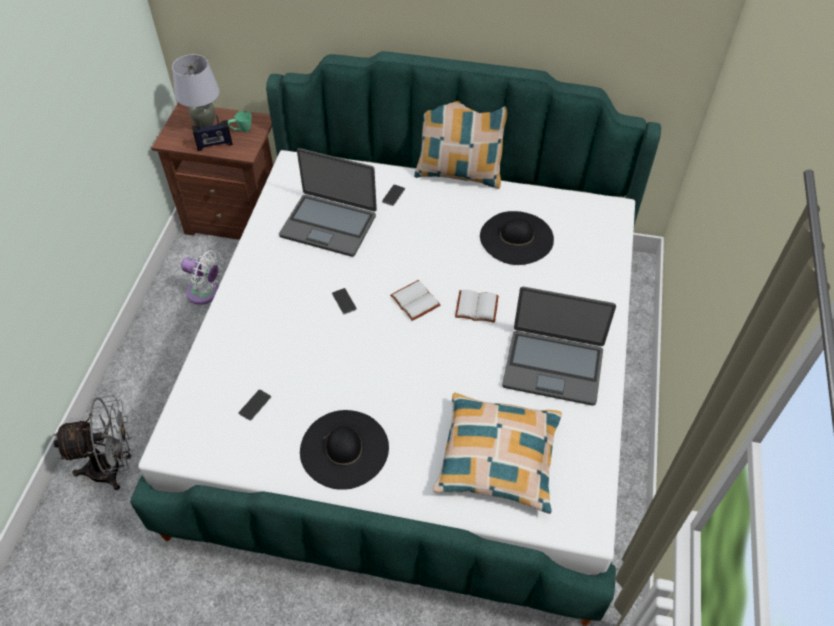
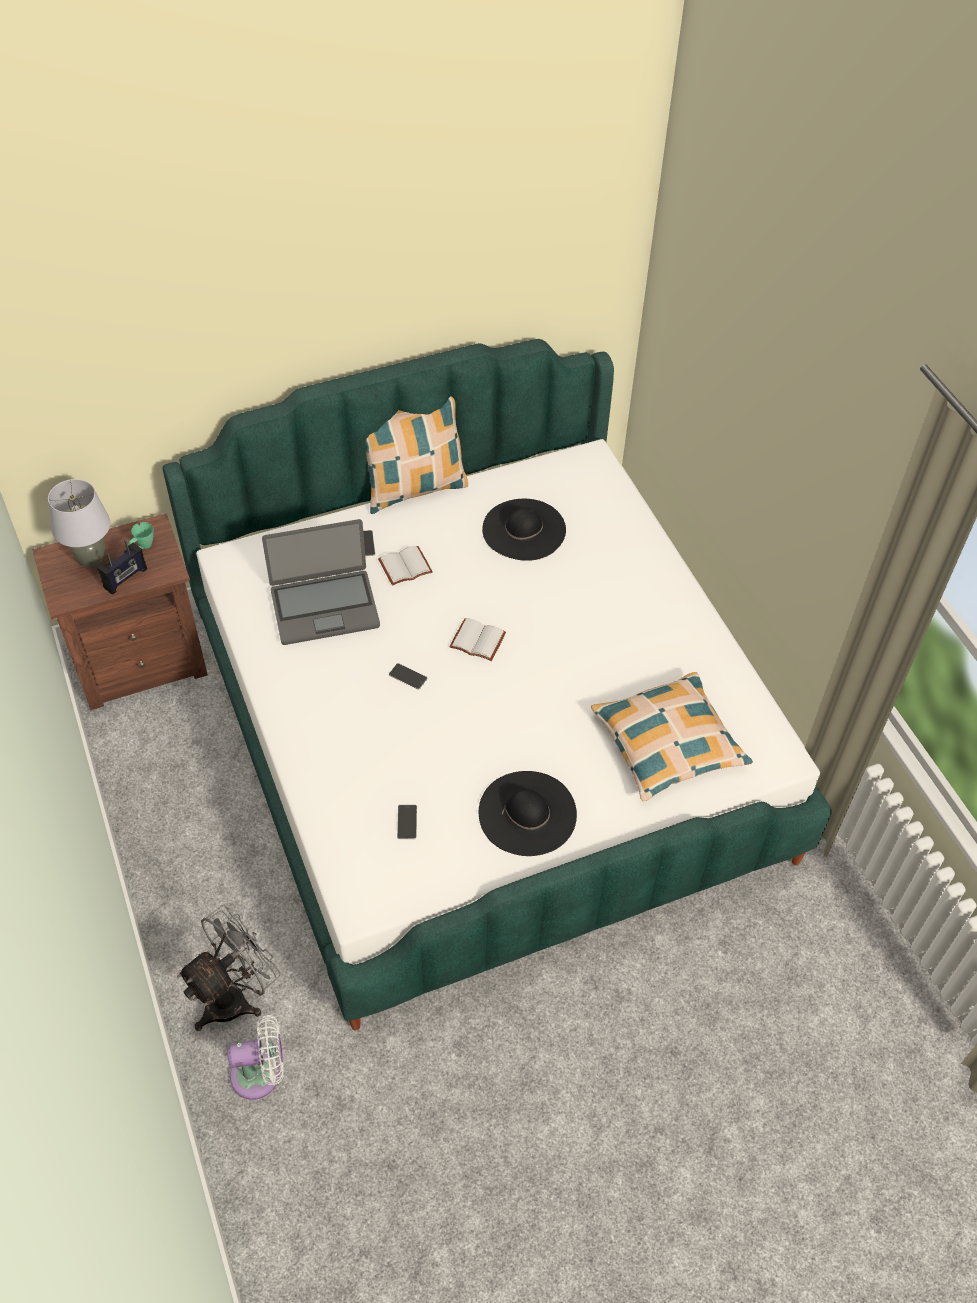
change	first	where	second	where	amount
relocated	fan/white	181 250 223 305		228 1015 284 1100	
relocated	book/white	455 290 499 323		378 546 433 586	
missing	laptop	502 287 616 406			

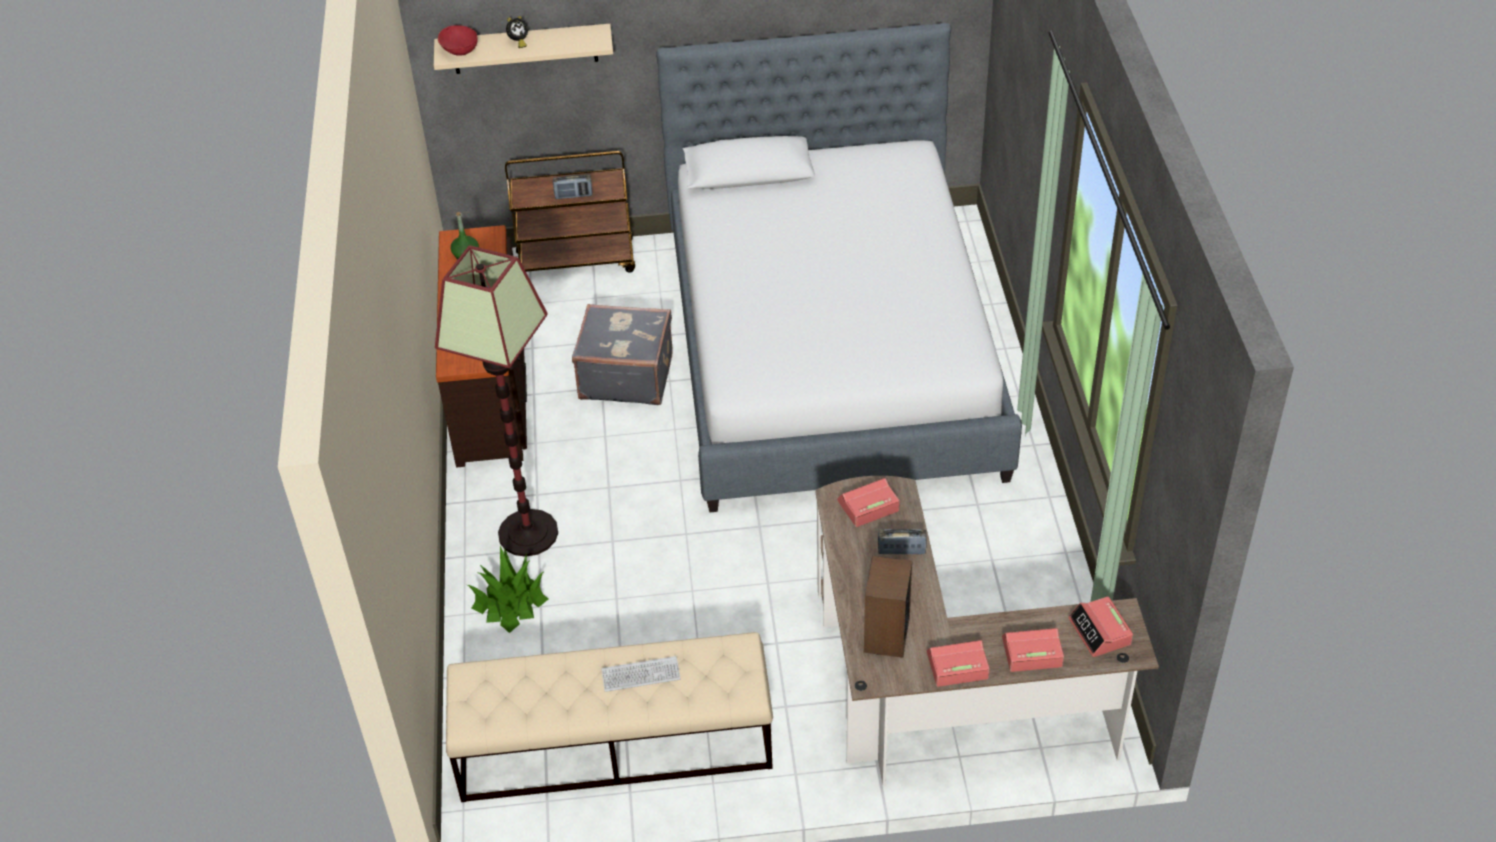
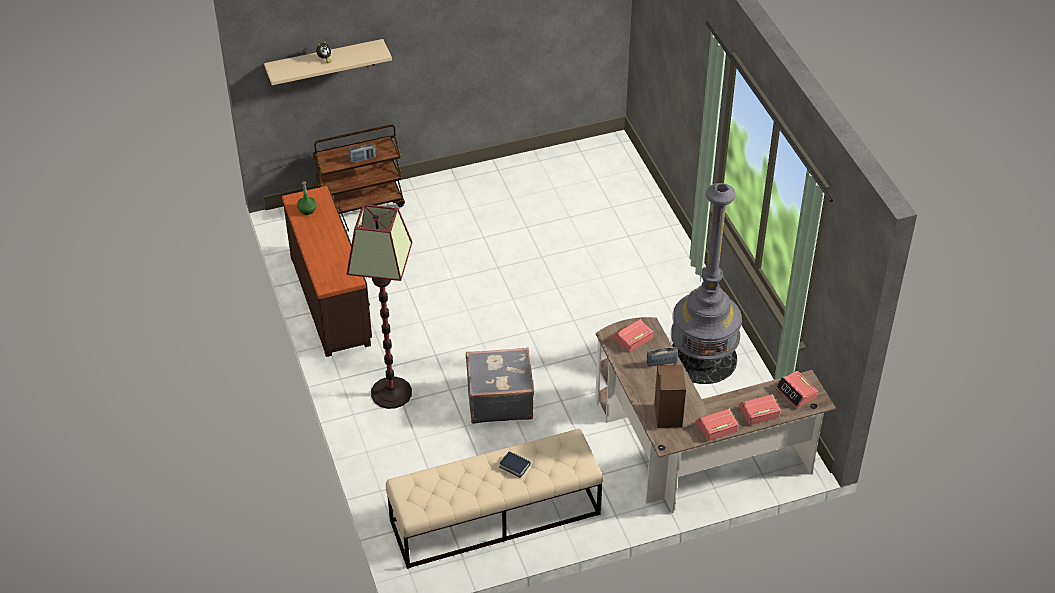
change	first	where	second	where	amount
missing	bowl/red	438 25 478 56			
missing	potted plant	468 546 548 633			
relocated	suitcase/grey	572 304 673 405		466 347 534 424	
exchanged	keyboard	601 656 680 692	book	499 451 530 478	
missing	bed	656 22 1022 512			
appeared			floor lamp/grey	671 183 742 384	

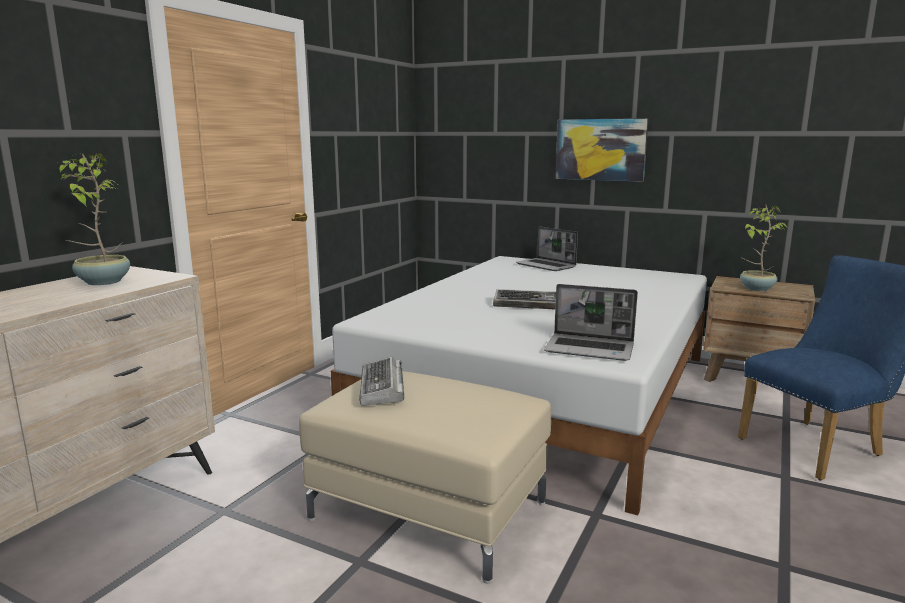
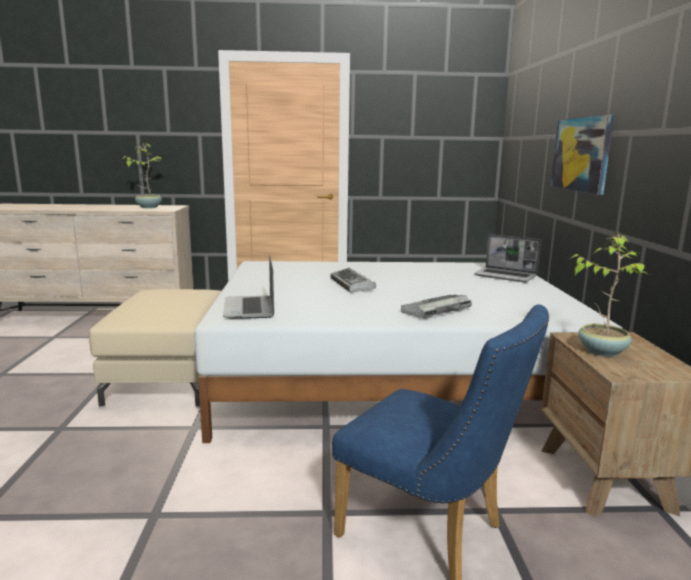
change	first	where	second	where	amount
relocated	keyboard	359 357 404 406		401 295 472 319	
spun	laptop	516 226 578 271		474 234 541 282	75 degrees counterclockwise

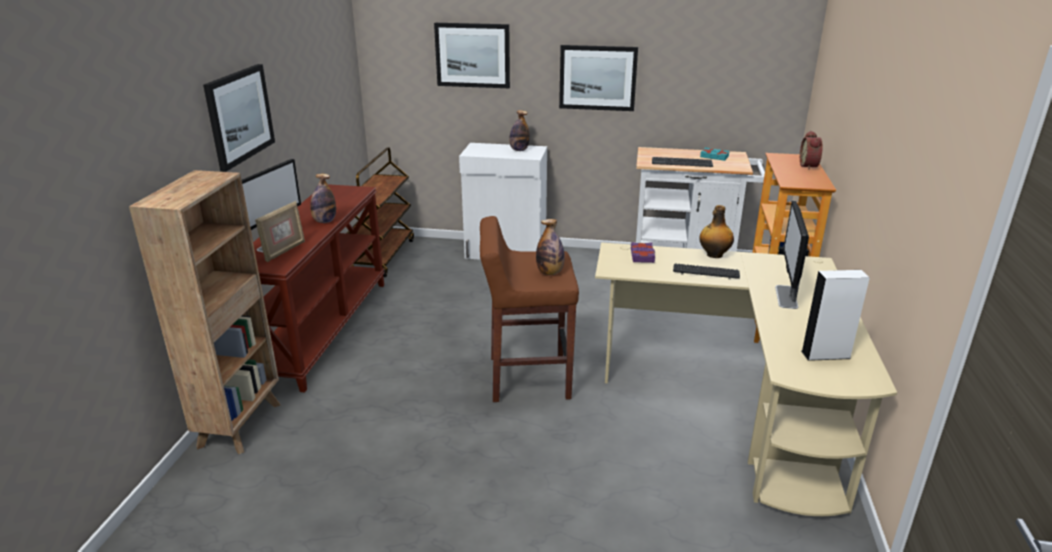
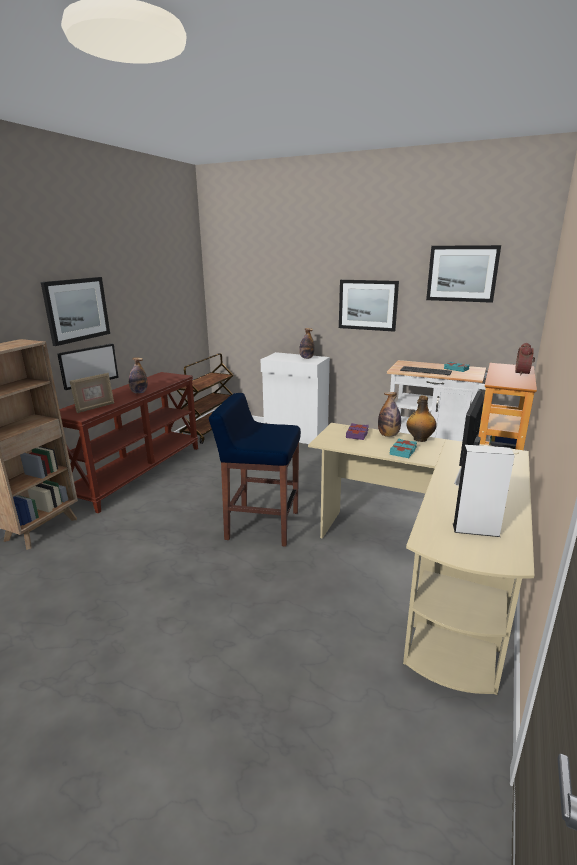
change	first	where	second	where	amount
relocated	picture	434 23 510 88		426 245 501 303	
colour	stool/brown	480 216 579 402	stool/blue	209 393 301 547	
relocated	bottle	536 219 565 275		378 392 401 437	
exchanged	keyboard	673 263 740 279	book/turquoise	390 438 417 458	

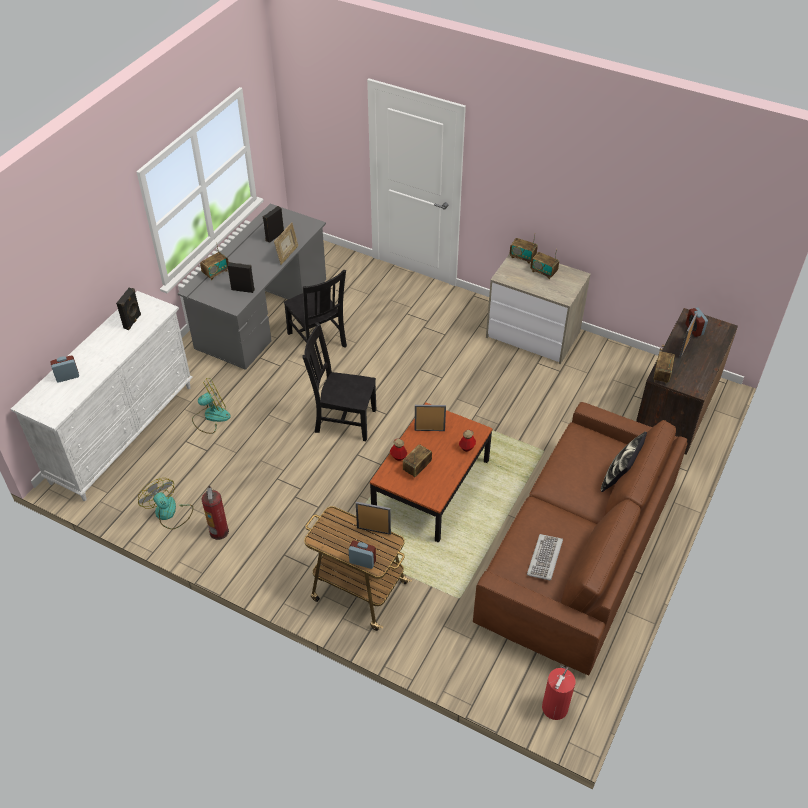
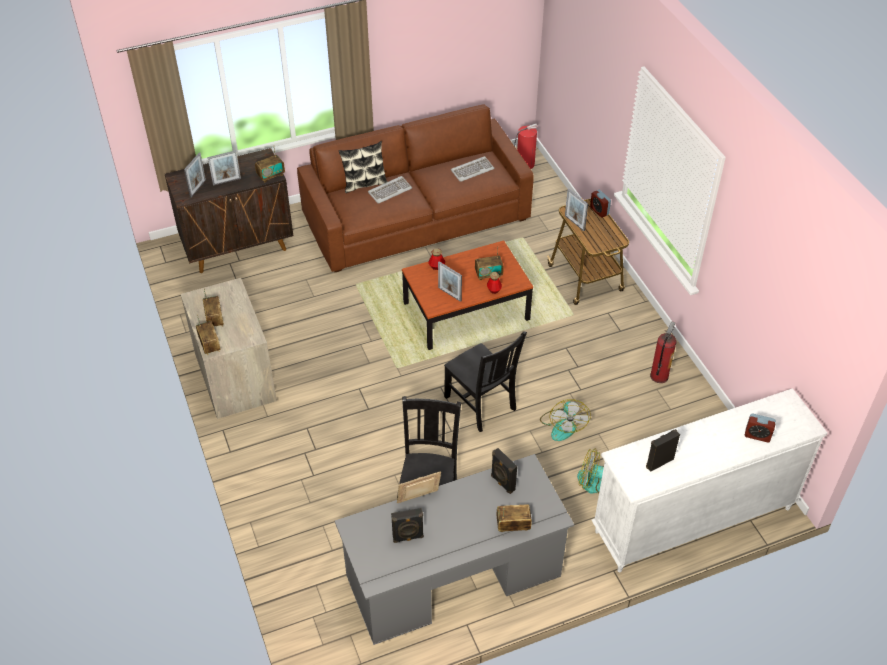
change	first	where	second	where	amount
relocated	fan	138 478 193 529		540 399 591 441	
exchanged	alarm clock	686 307 708 337	picture frame	184 152 206 197	
appeared			keyboard	368 176 412 204	

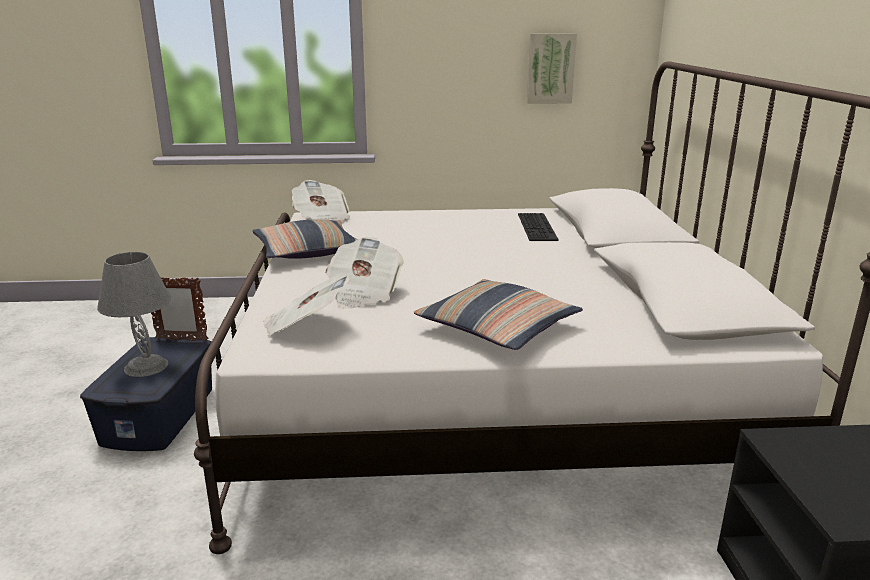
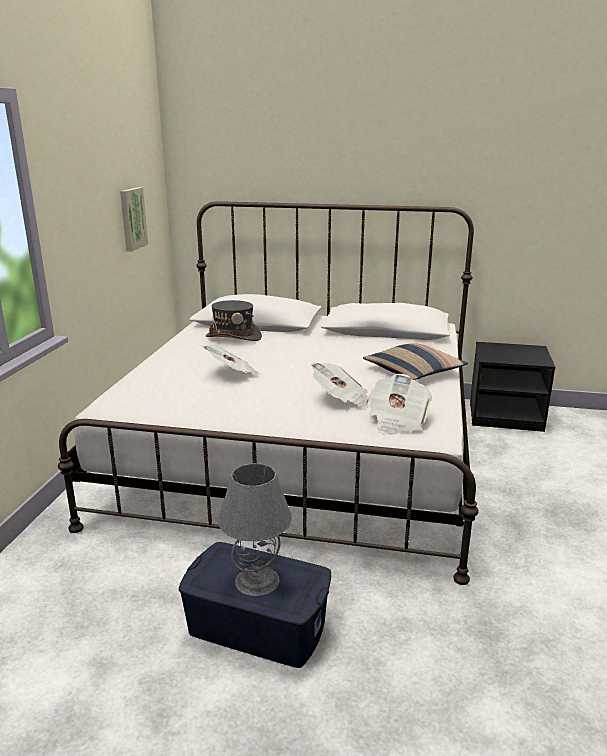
change	first	where	second	where	amount
missing	picture frame	151 277 209 341			
missing	pillow	252 219 357 259			
relocated	newspaper	292 180 350 222		201 345 261 375	
exchanged	keyboard	518 213 559 241	hat/grey	206 300 262 341	

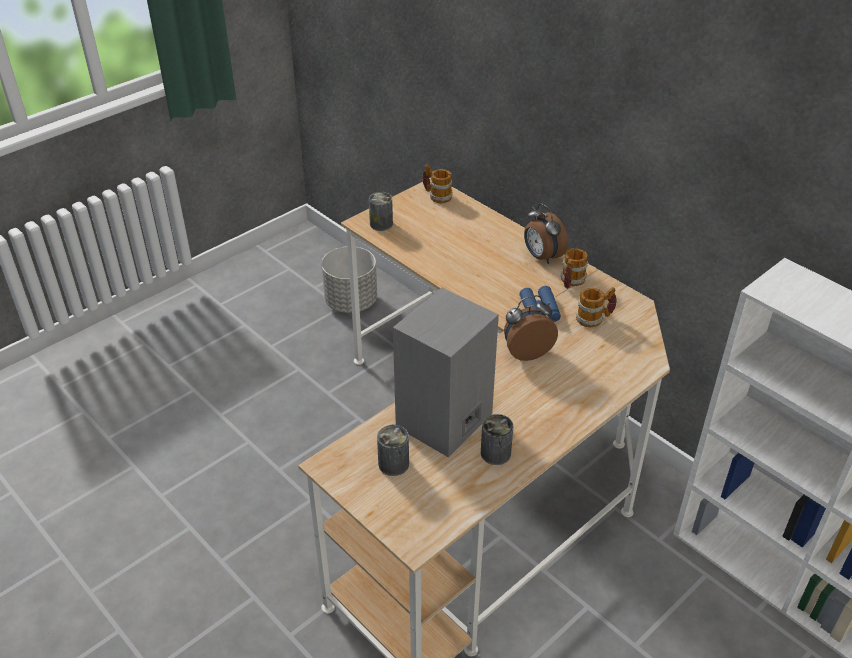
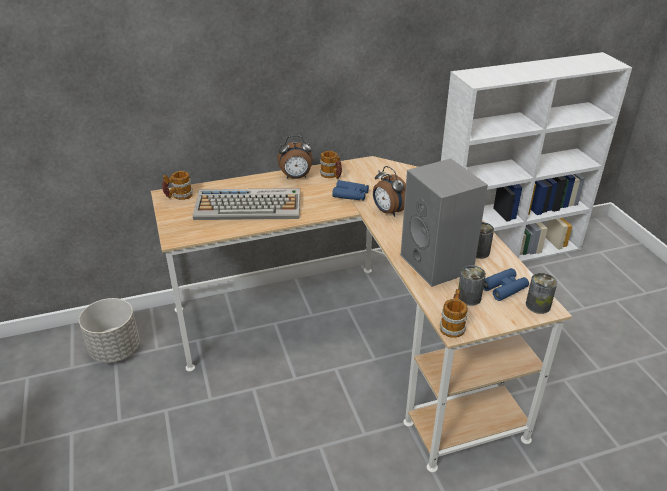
change	first	where	second	where	amount
relocated	can	369 192 393 231		526 273 557 314	
spun	alarm clock	504 295 558 361		373 166 406 217	45 degrees counterclockwise
relocated	mug	576 287 617 327		440 289 468 338	
appeared			keyboard	193 188 300 220	
appeared			binoculars/blue	483 268 529 301	

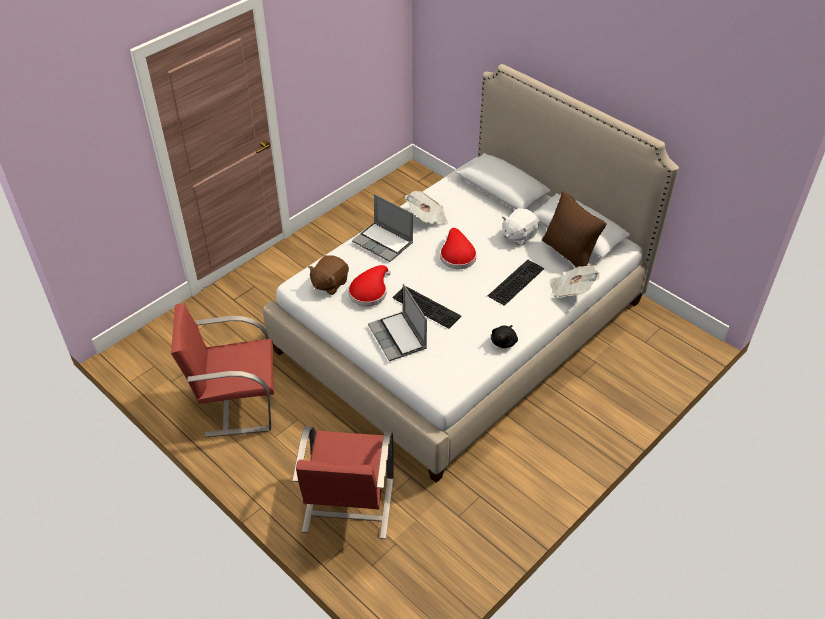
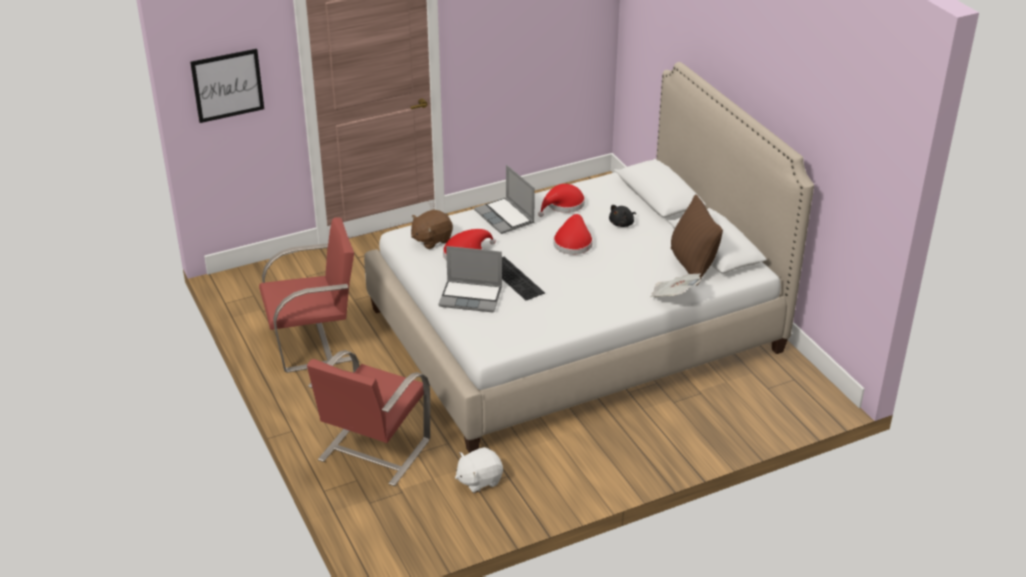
change	first	where	second	where	amount
spun	chair/red	171 303 274 437		259 217 354 373	150 degrees clockwise
spun	laptop	368 284 427 361		438 246 502 312	75 degrees counterclockwise
exchanged	newspaper	405 191 448 224	hat/red	538 184 585 217	
missing	keyboard	488 260 544 306			
relocated	plush toy/black	491 325 518 348		609 205 636 227	
relocated	plush toy/white	502 208 539 246		455 447 503 493	
appeared			picture	190 49 264 123	

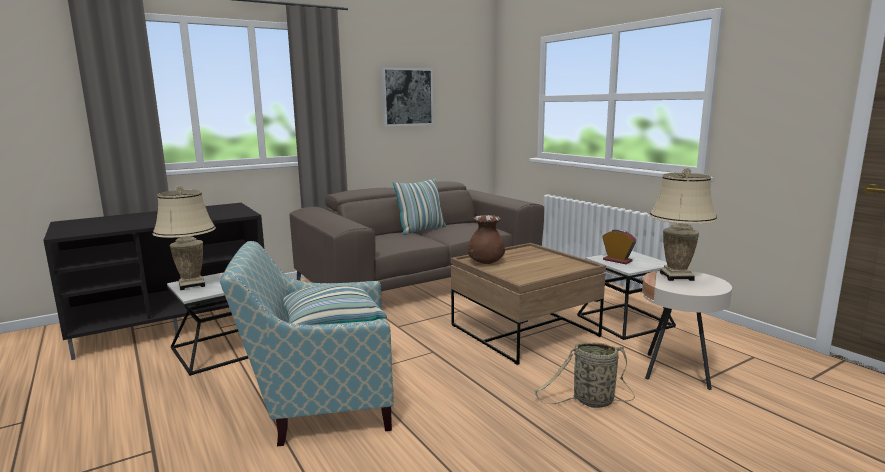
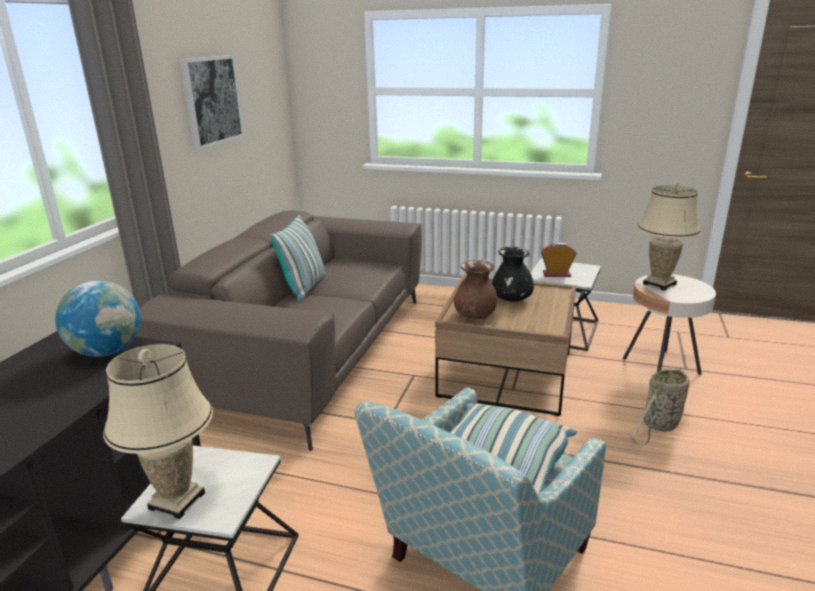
change	first	where	second	where	amount
appeared			globe	55 281 141 357	
appeared			vase/black	492 247 534 302	

